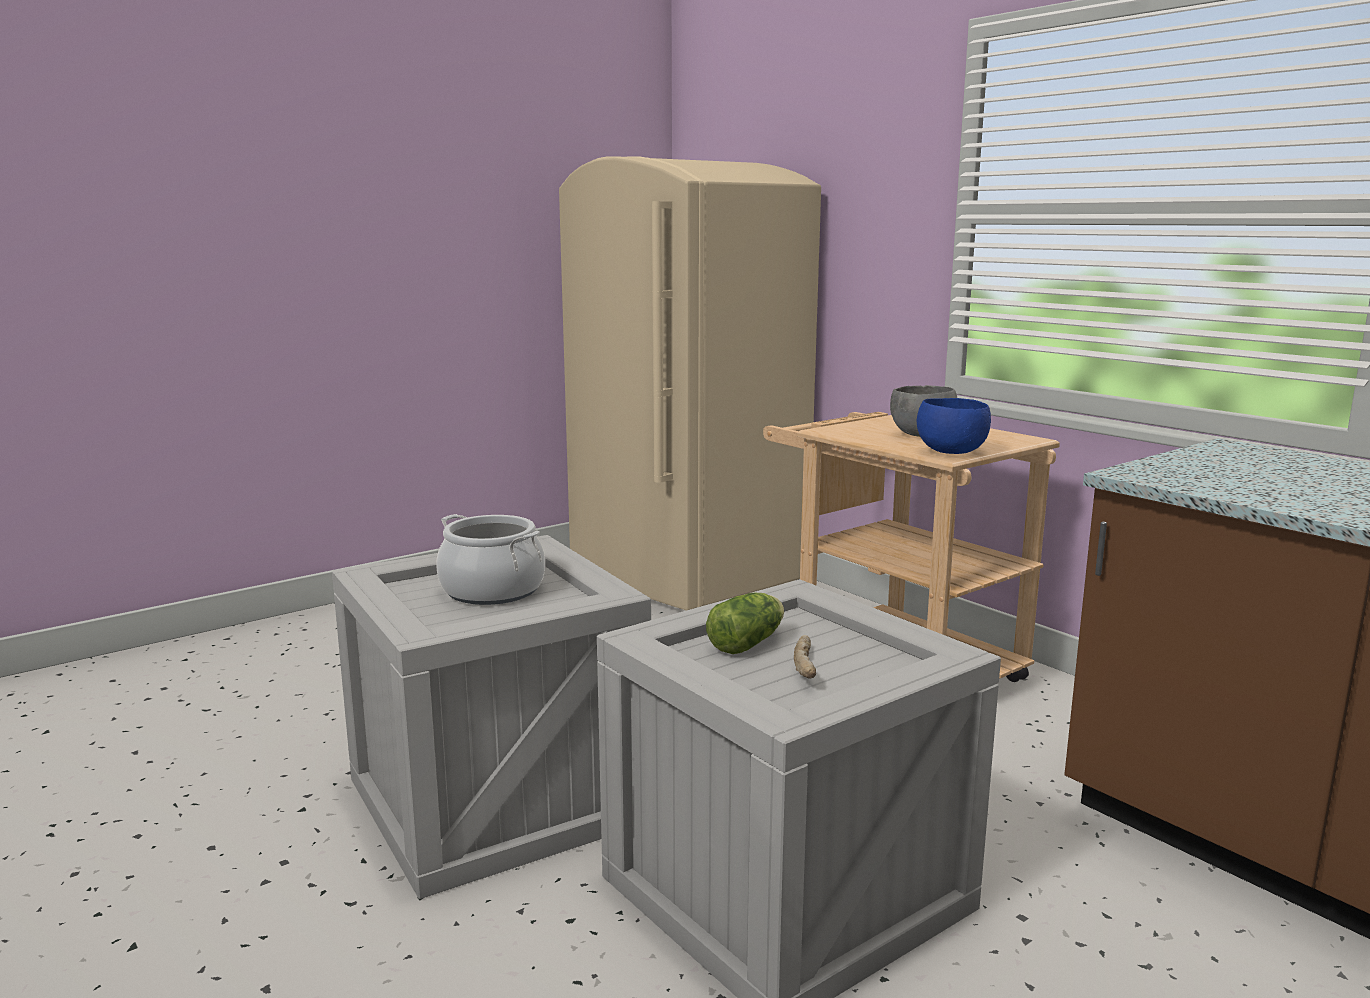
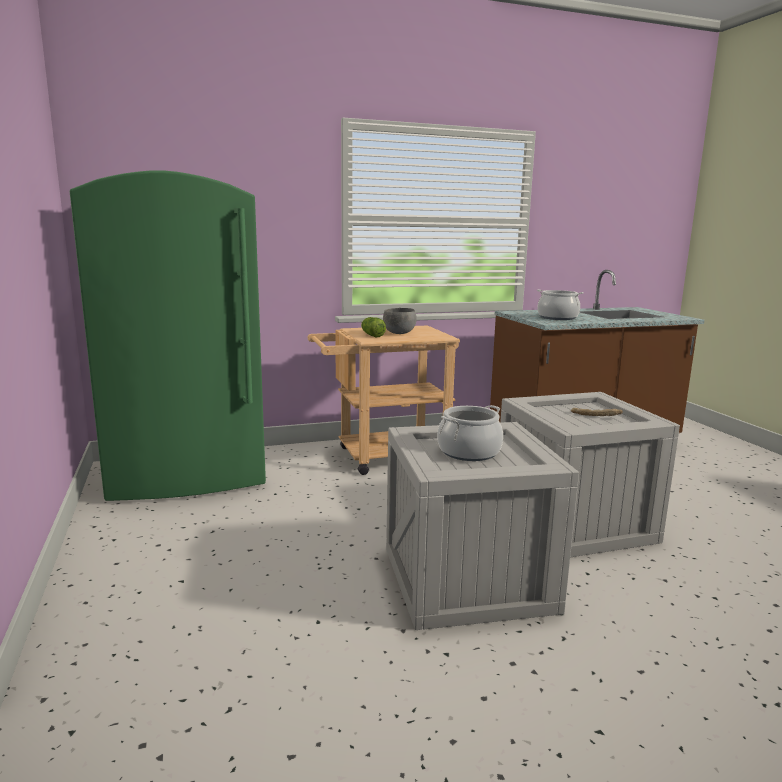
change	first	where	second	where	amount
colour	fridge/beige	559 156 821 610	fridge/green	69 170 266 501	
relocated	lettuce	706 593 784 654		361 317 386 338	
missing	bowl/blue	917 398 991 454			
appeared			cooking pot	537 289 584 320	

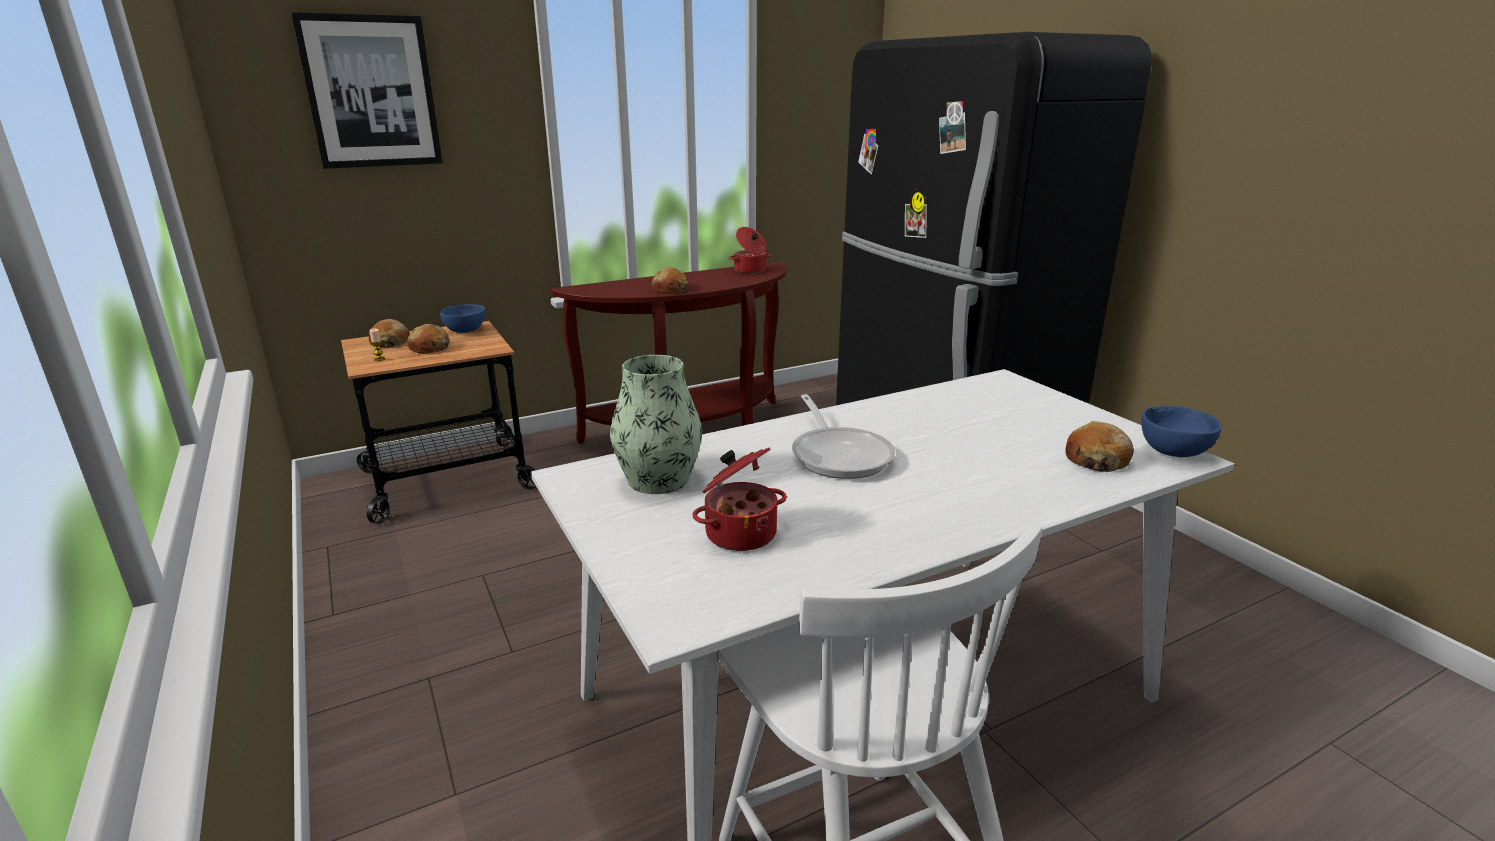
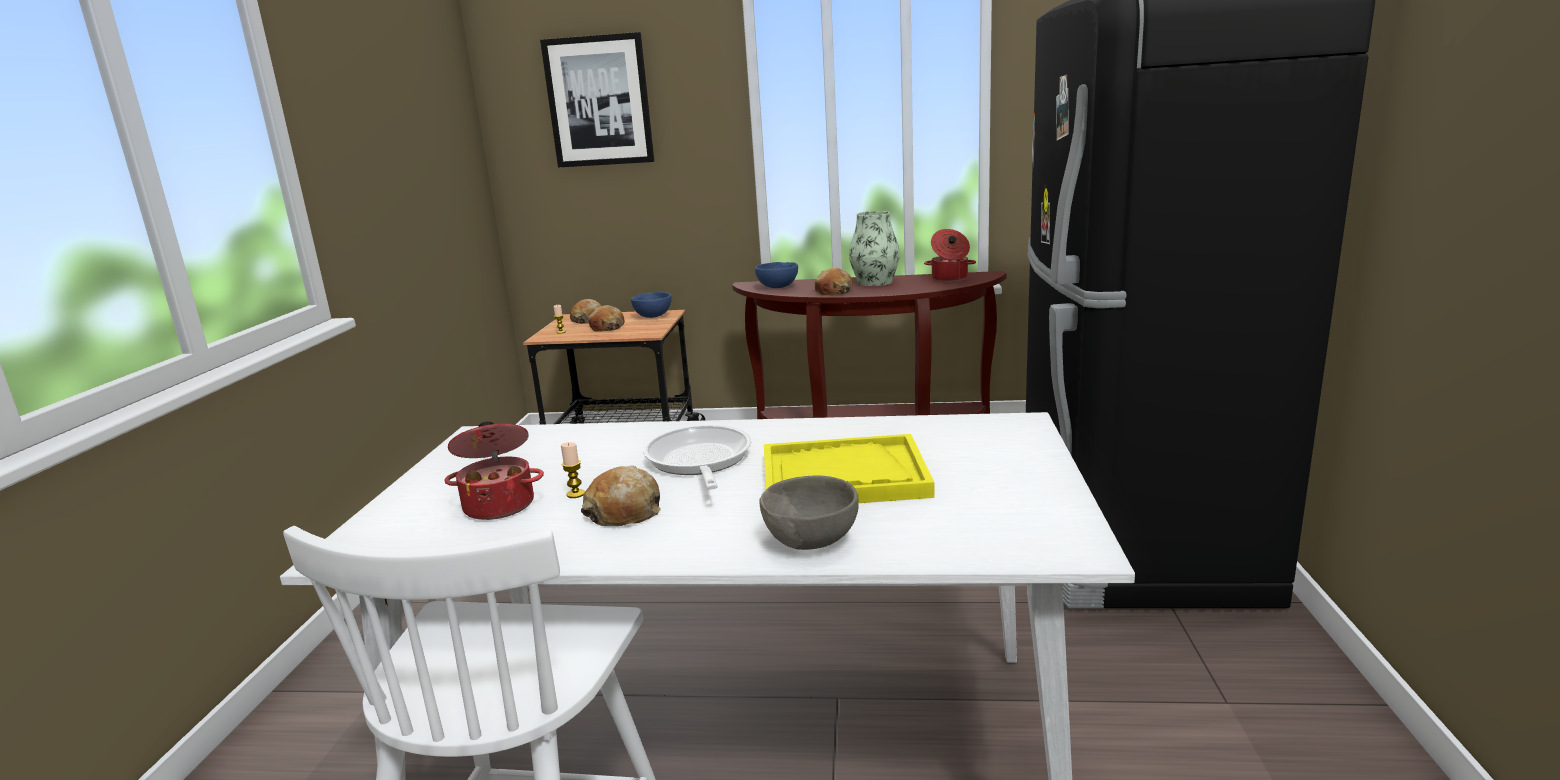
change	first	where	second	where	amount
relocated	vase	610 355 702 494		849 211 900 286	
spun	frying pan	792 394 895 479		643 425 752 490	150 degrees clockwise
relocated	bread	1065 421 1134 472		581 466 661 526	
relocated	bowl/blue	1141 406 1222 457		755 262 798 288	
appeared			candle	561 442 585 498	
appeared			bowl/grey	759 475 859 550	
appeared			tray/yellow	764 434 935 503	

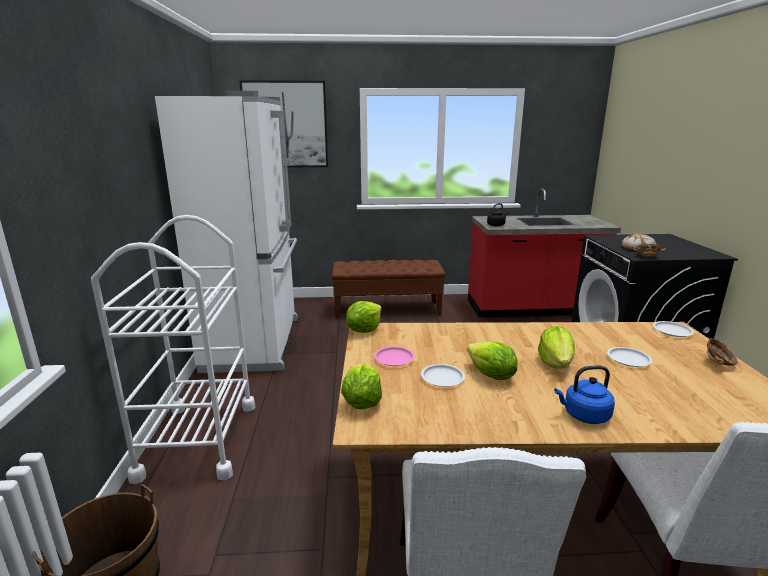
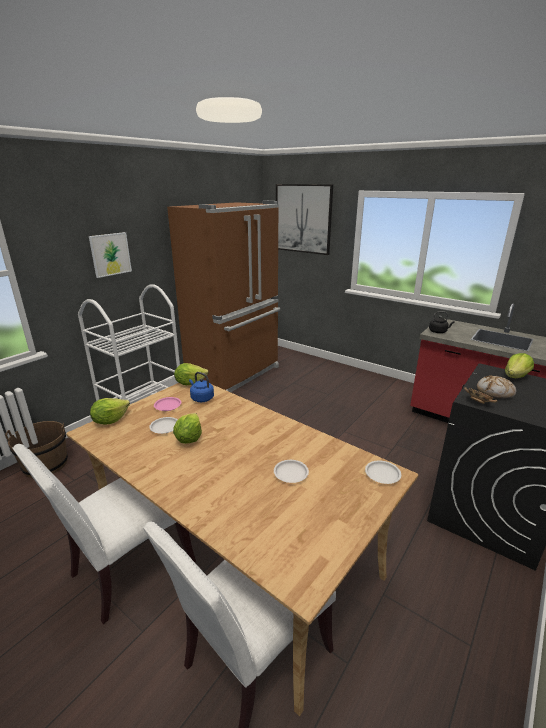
change	first	where	second	where	amount
colour	fridge/white	155 91 298 373	fridge/brown	167 201 280 392	
missing	bench/brown	332 260 445 319			
relocated	lettuce	538 326 575 369		505 353 534 378	
relocated	kettle/blue	554 365 615 424		189 372 214 402	
missing	bowl	707 338 738 366			
appeared			picture	89 232 132 278	

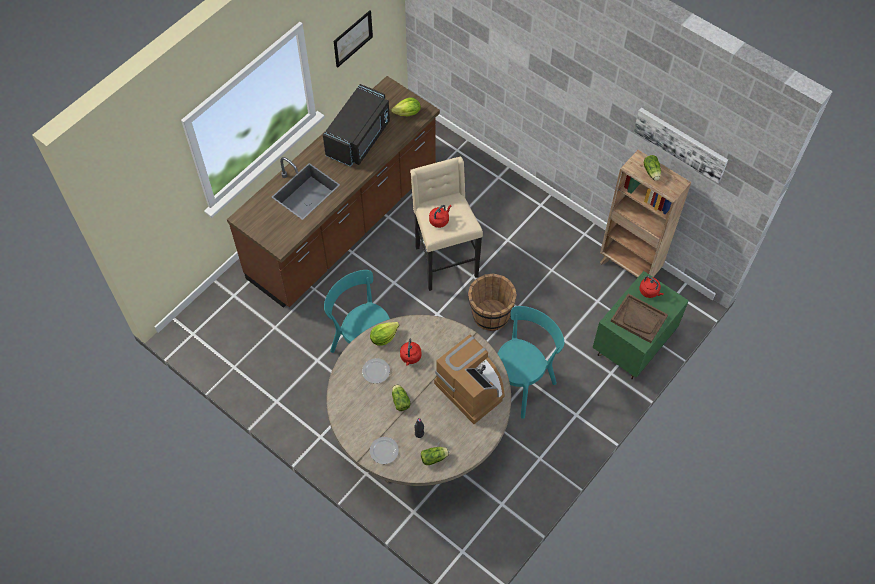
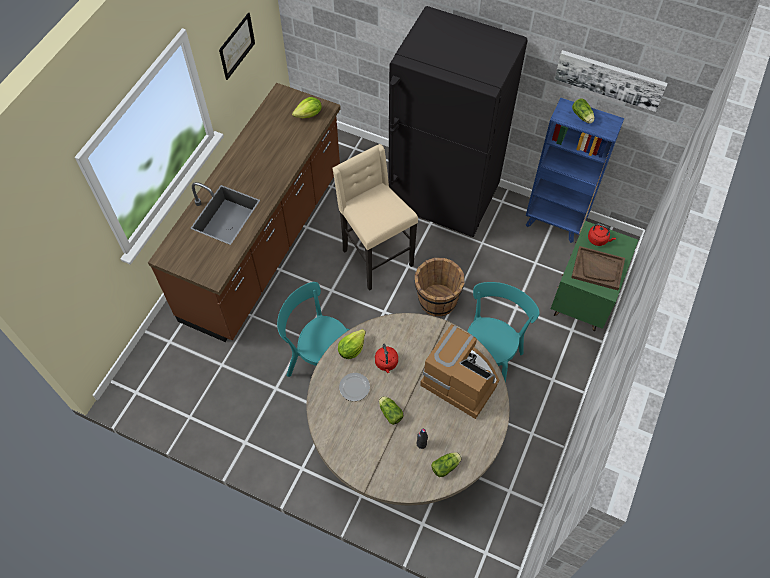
change	first	where	second	where	amount
missing	microwave/black	323 84 390 167			
missing	plate	370 437 399 464			
missing	kettle/red	429 205 451 228			
colour	bookcase/brown	600 150 691 278	bookcase/blue	526 98 624 243	
appeared			fridge/black	388 6 528 237	

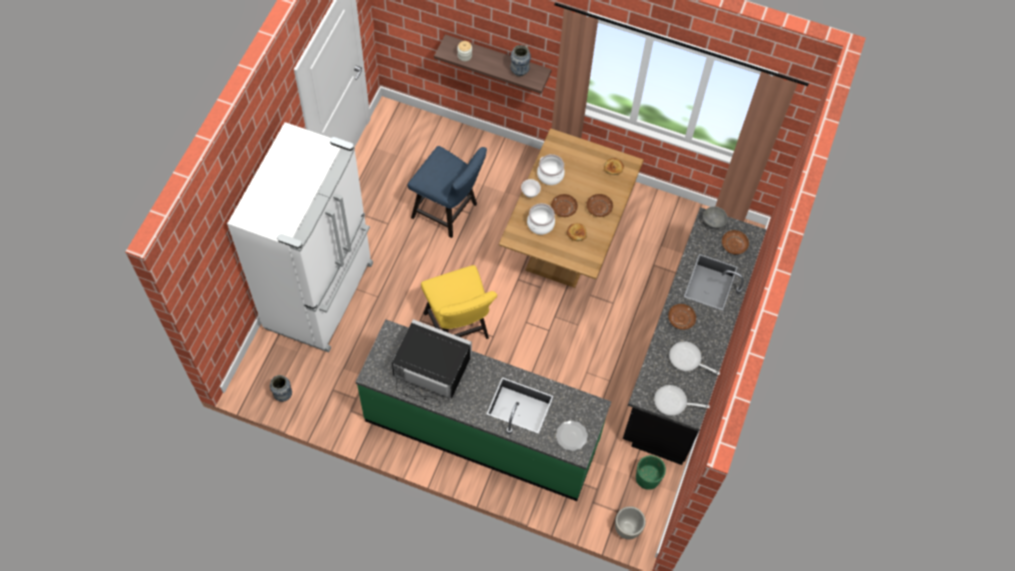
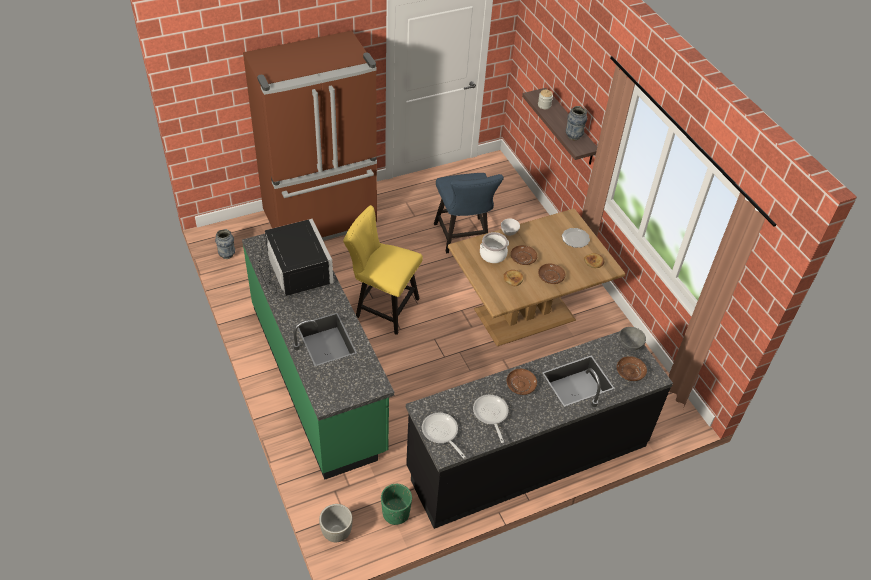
change	first	where	second	where	amount
colour	fridge/white	227 122 373 353	fridge/brown	243 31 377 241	
spun	chair/yellow	421 265 497 339		343 205 423 335	90 degrees clockwise
missing	cooking pot	537 154 565 185			
relocated	plate	556 420 588 451		562 228 590 248	

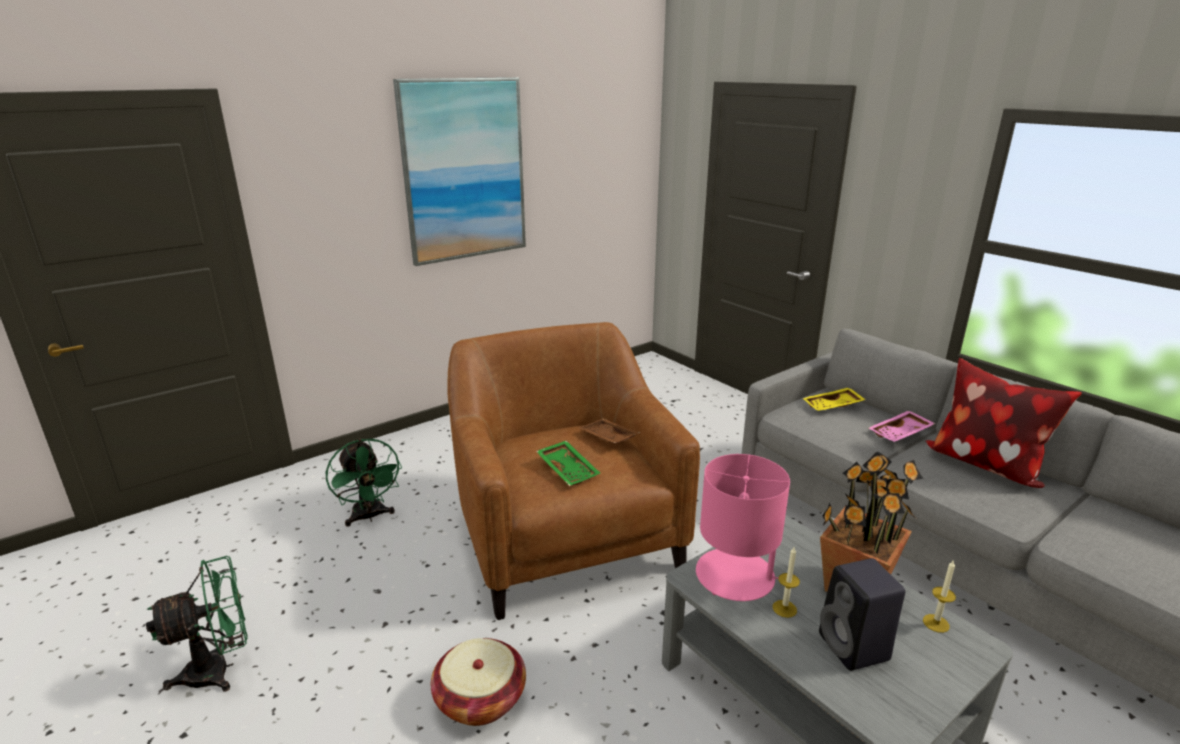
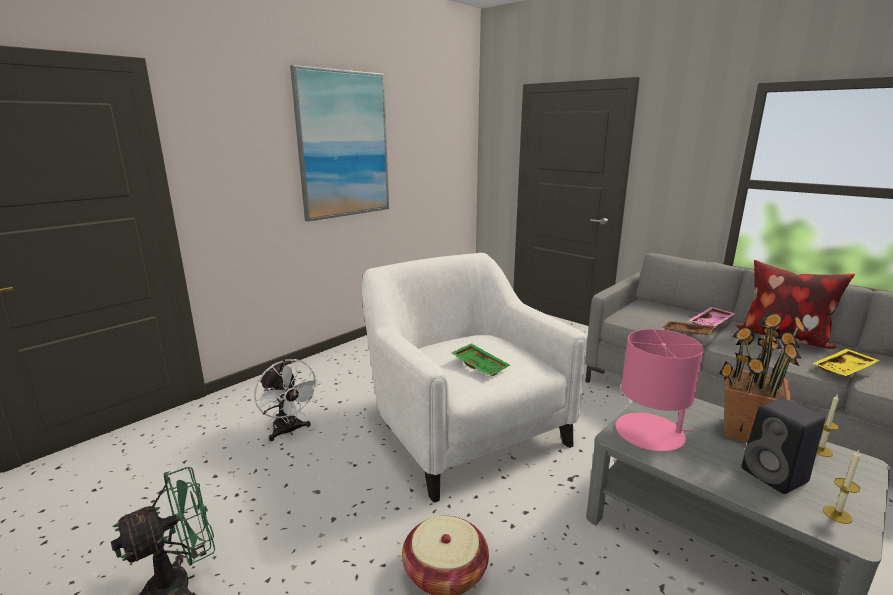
change	first	where	second	where	amount
colour	fan/green	326 439 402 527	fan/white	254 359 321 441	
colour	armchair/brown	448 322 700 620	armchair/white	362 253 586 503	
relocated	tray/brown	578 419 640 444		662 321 717 335	
relocated	candle	773 547 800 618		823 450 860 524	
relocated	tray/yellow	803 388 866 411		813 349 880 376	

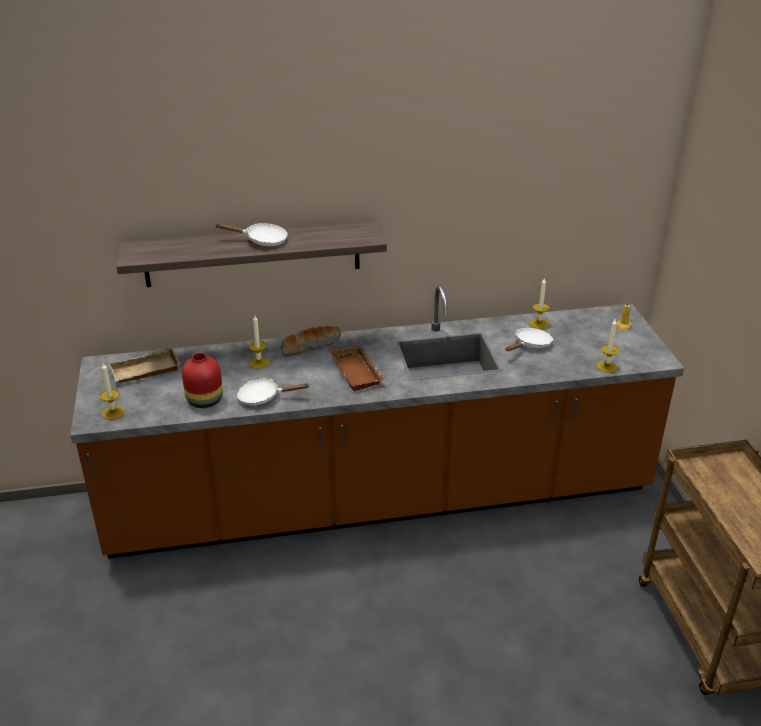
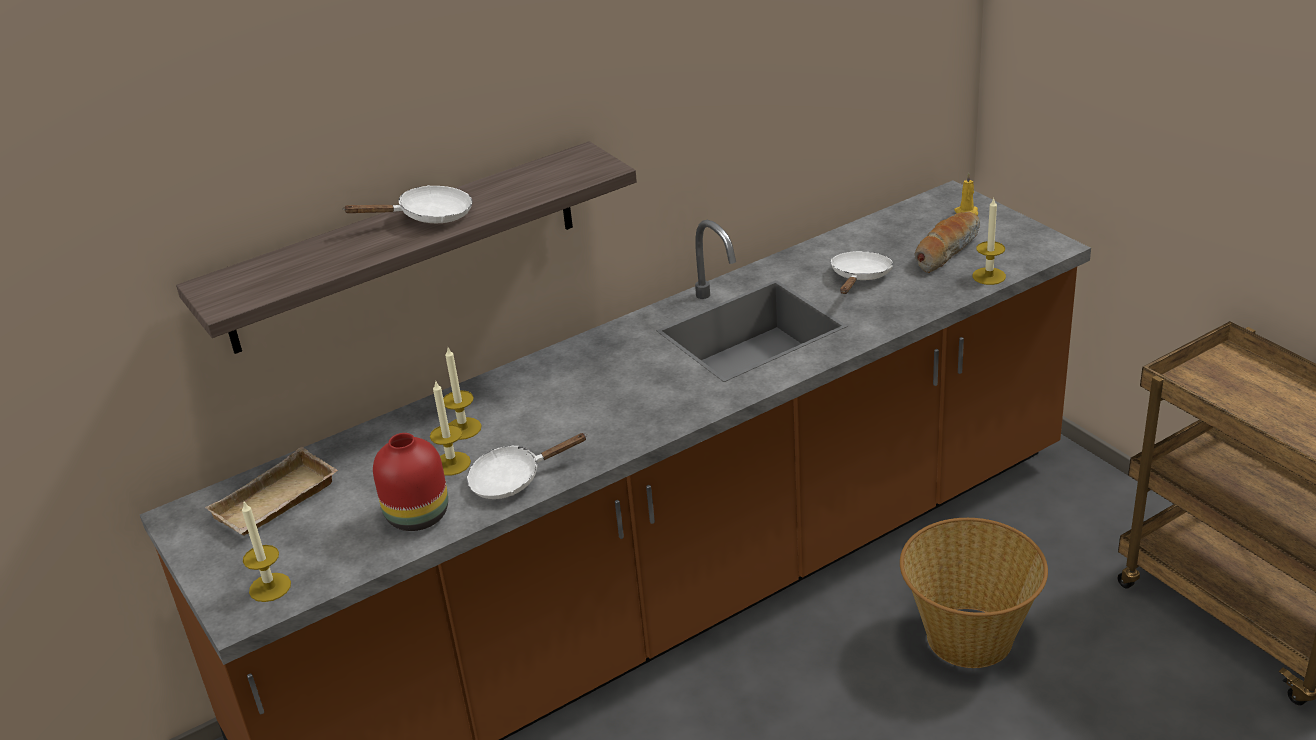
change	first	where	second	where	amount
relocated	bread	281 326 341 357		914 211 980 273	
missing	tray/brown	330 345 385 392			
relocated	candle	529 277 550 329		430 380 471 476	
appeared			basket	900 518 1048 668	

